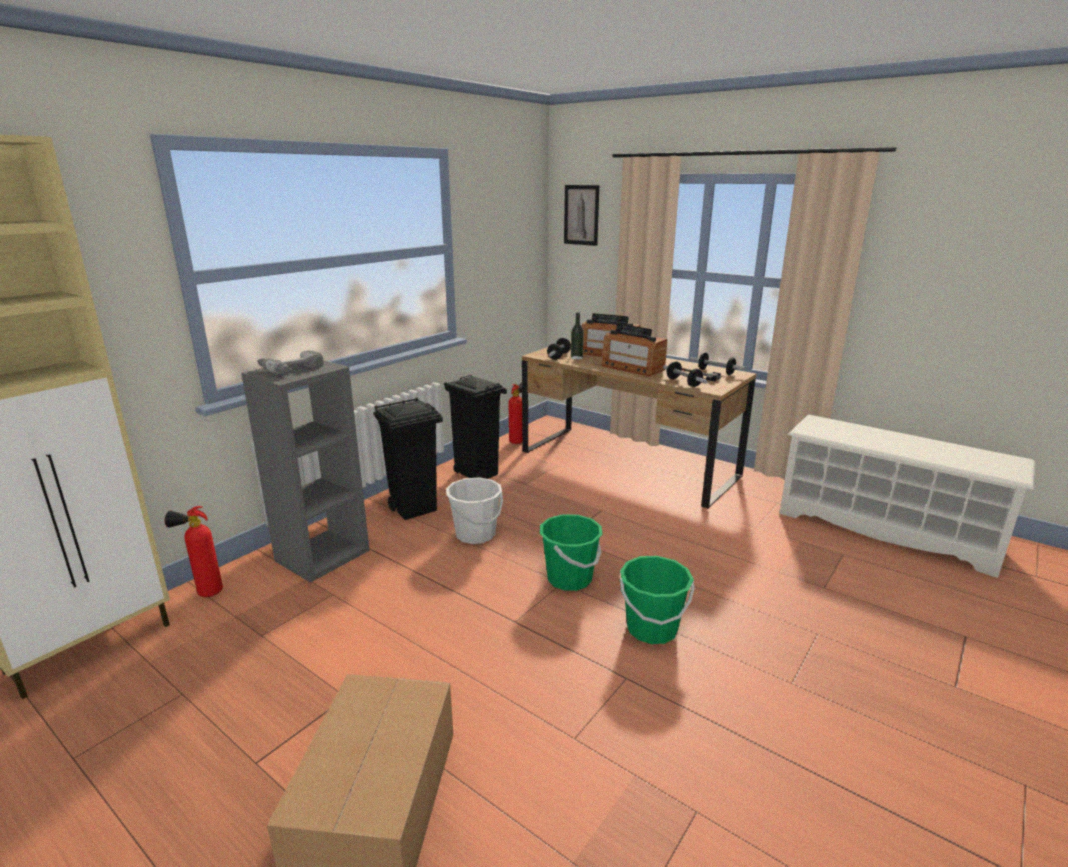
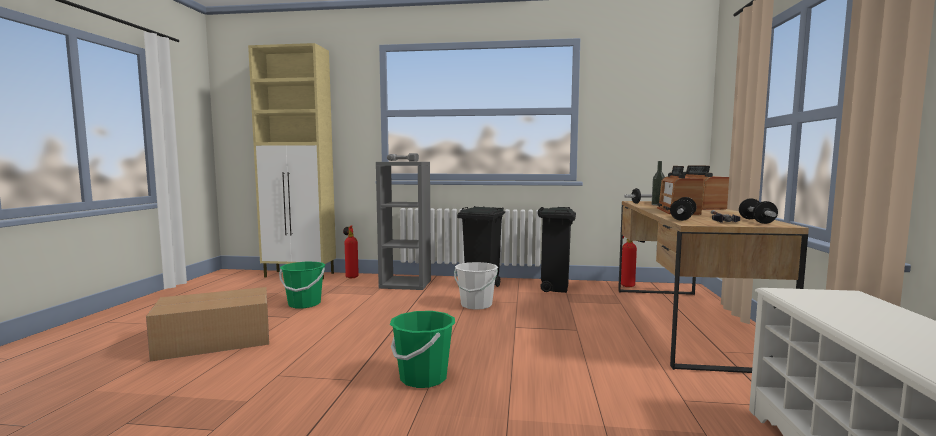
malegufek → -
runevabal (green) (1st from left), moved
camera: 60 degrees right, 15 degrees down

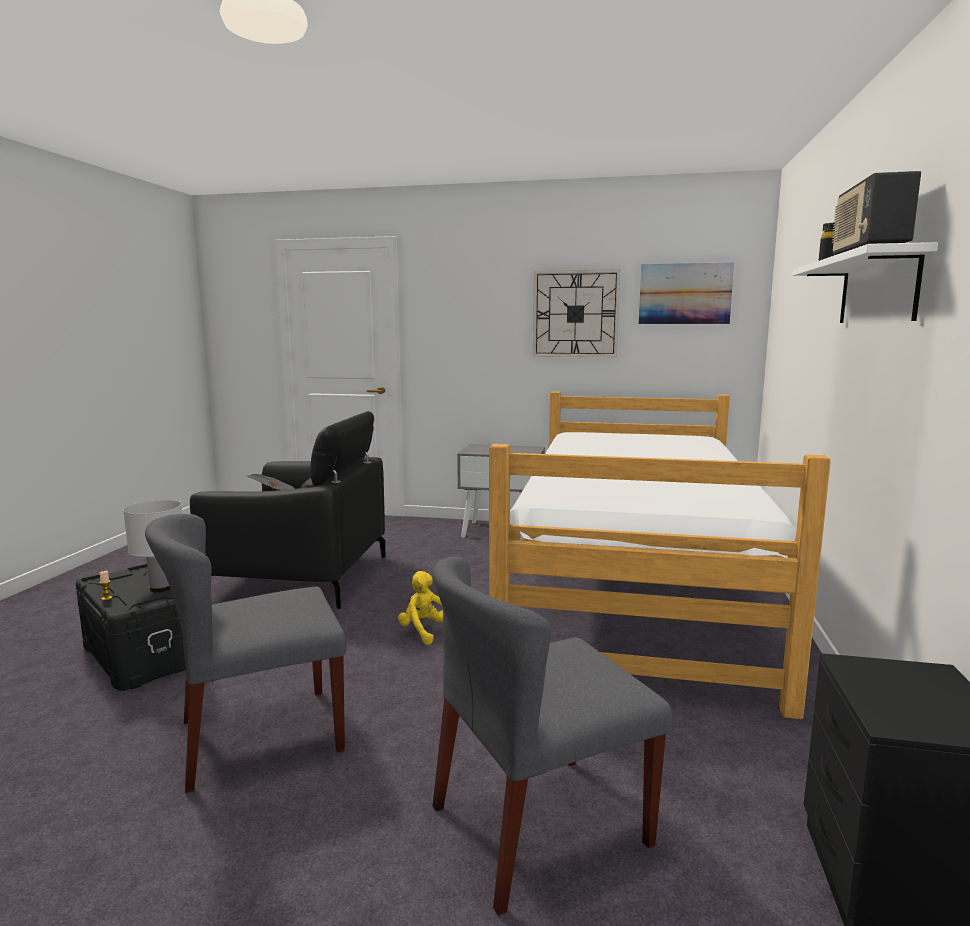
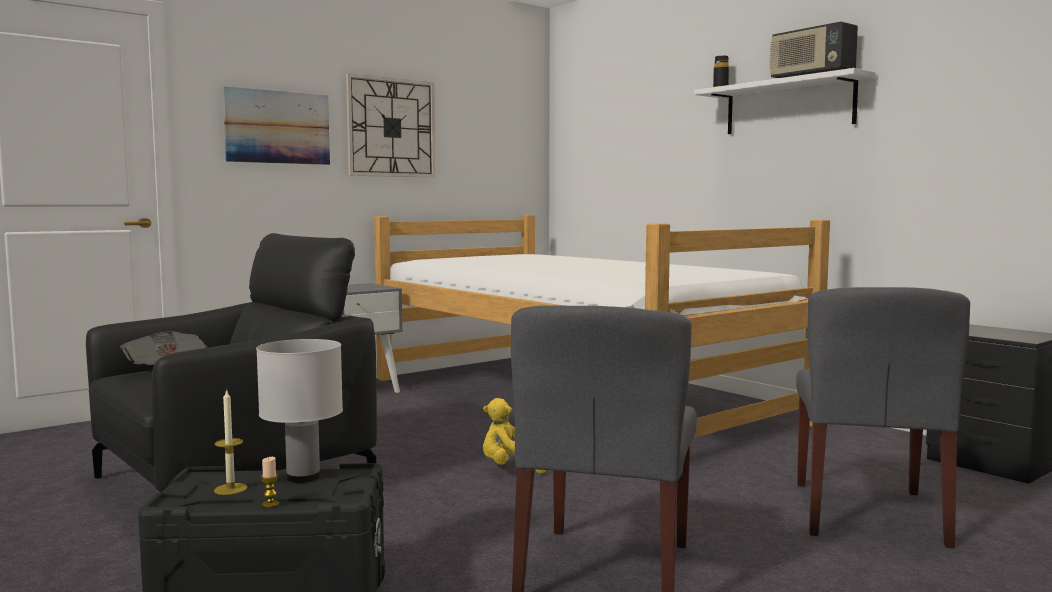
malegufek, moved
- → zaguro (1st from left)
camera: 50 degrees left, 5 degrees down

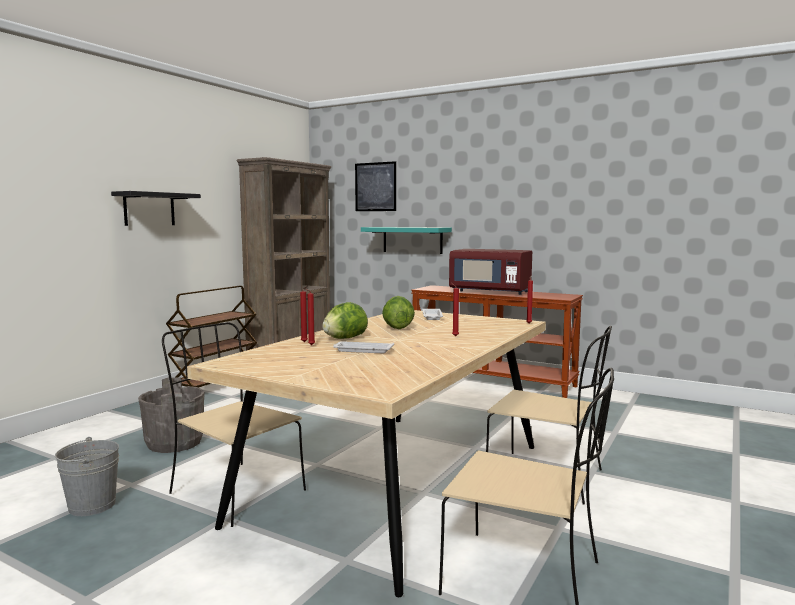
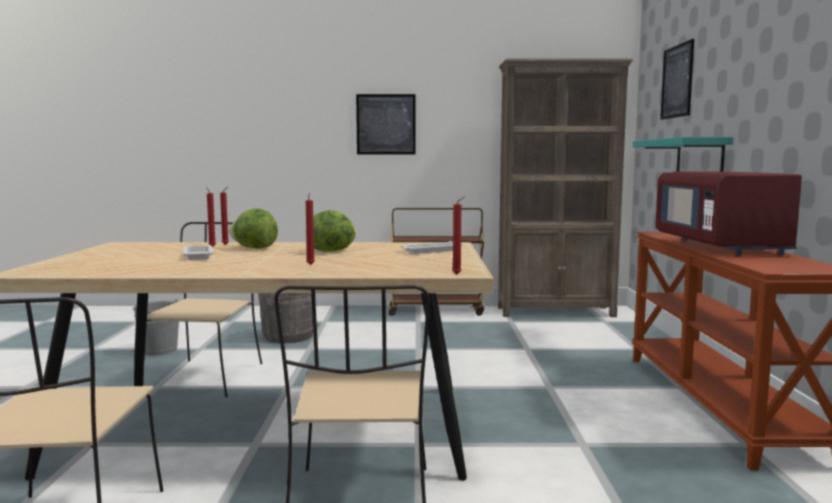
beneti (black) → malegufek (1st from left)
camera: 60 degrees right, 0 degrees up

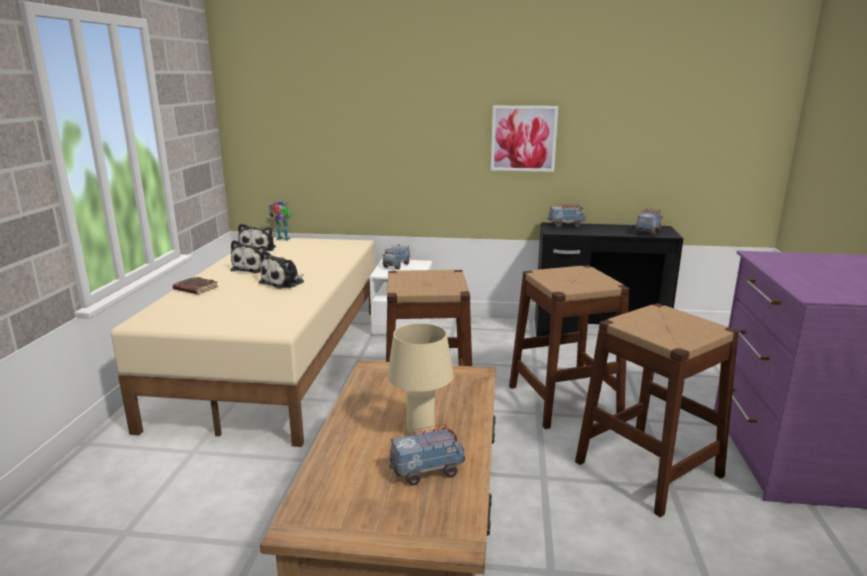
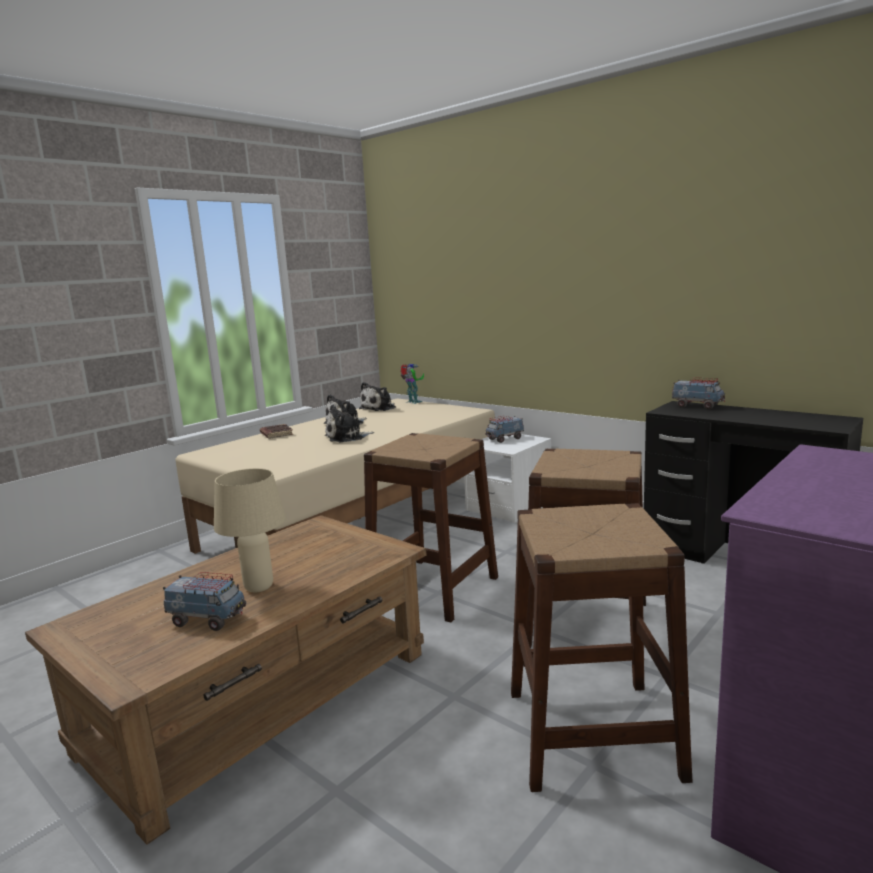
malegufek → -
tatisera (4th from left) → -
camera: 35 degrees right, 5 degrees down

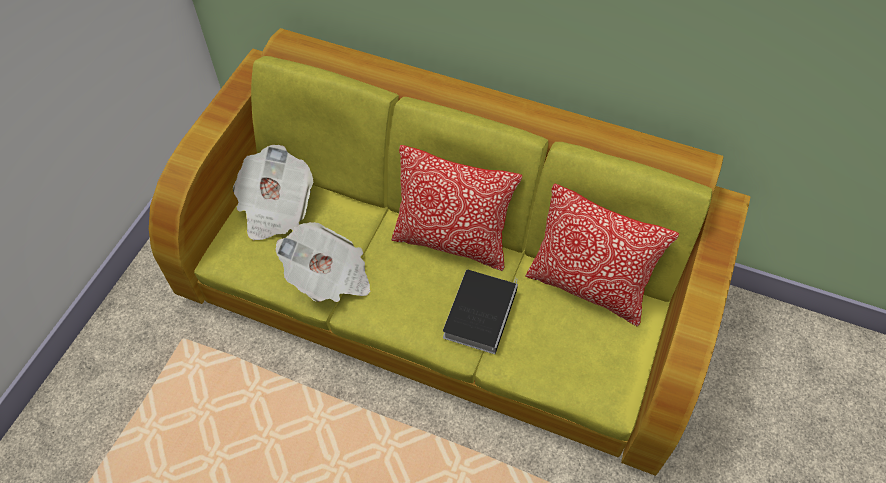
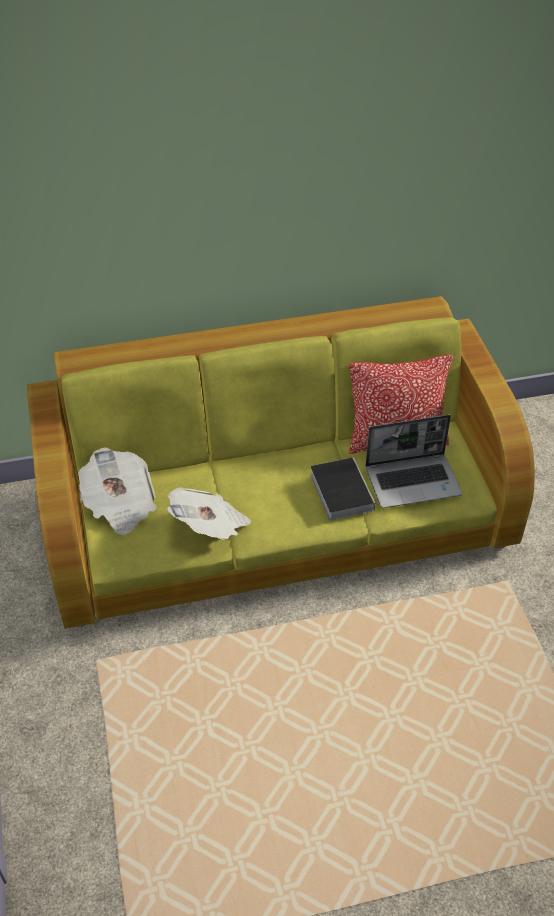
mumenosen (1st from left) → -
- → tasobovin
camera: 35 degrees left, 10 degrees down

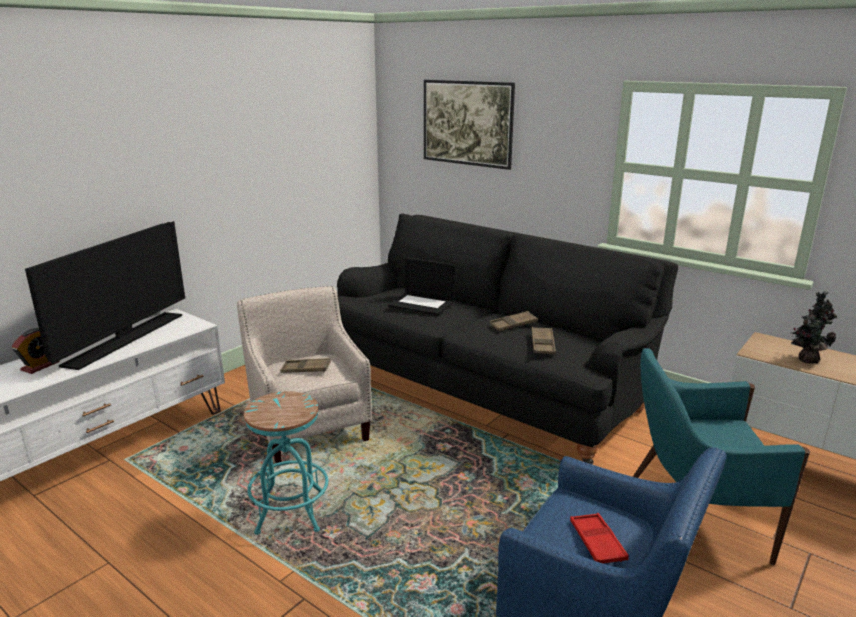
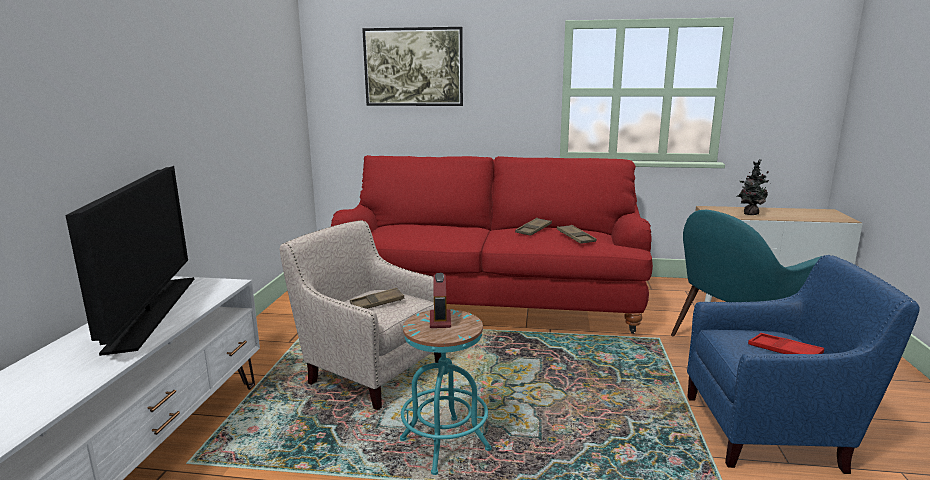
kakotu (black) → kakotu (red)
tasobovin → -
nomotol, moved
camera: 30 degrees left, 5 degrees down

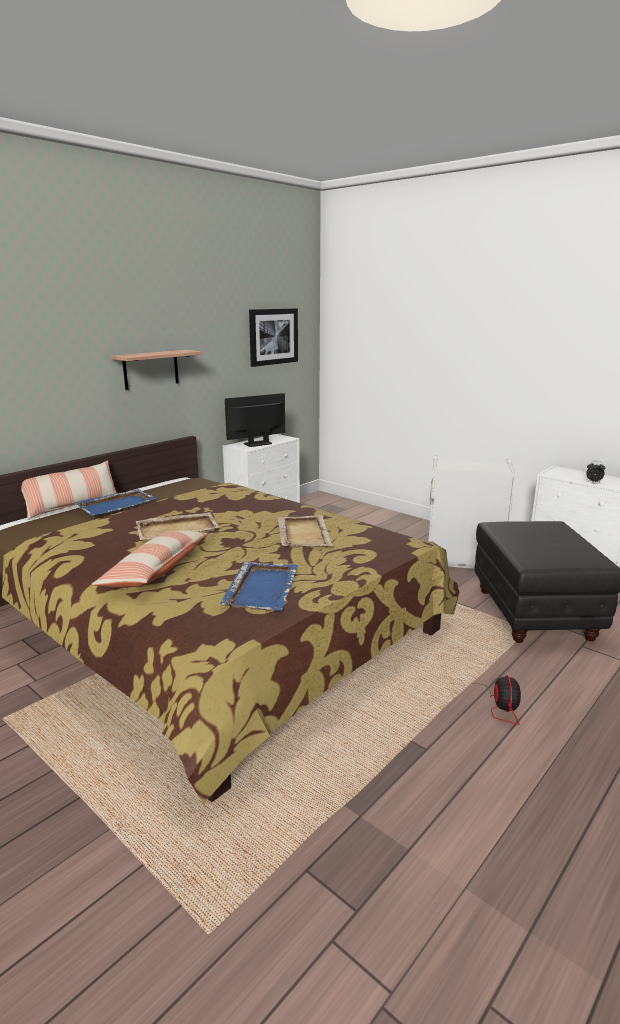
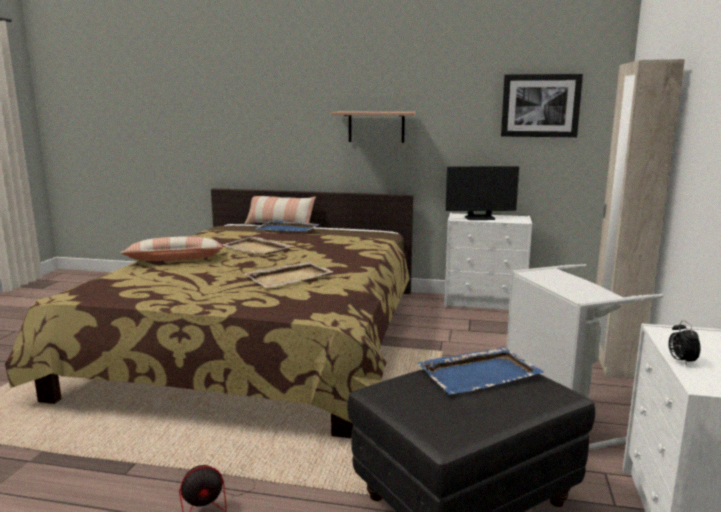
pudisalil, 150 degrees clockwise
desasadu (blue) (2nd from left), moved
- → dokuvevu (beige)
camera: 60 degrees right, 5 degrees down

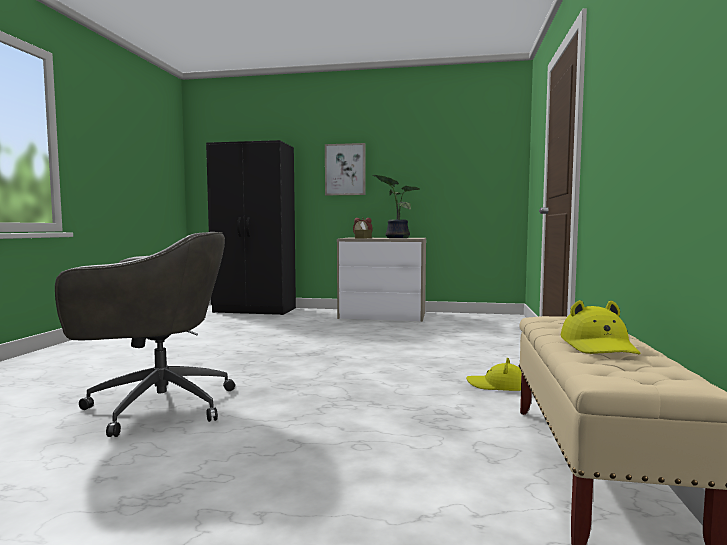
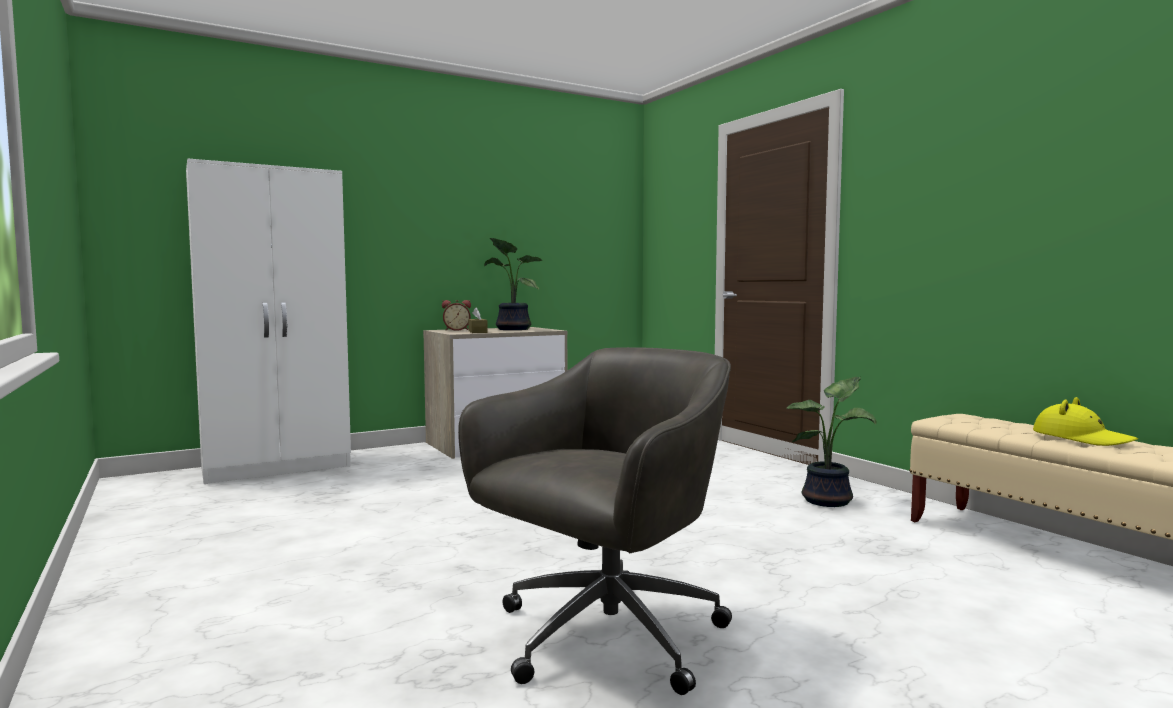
dokuvevu (black) → dokuvevu (white)
malegufek → -
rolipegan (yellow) (1st from left) → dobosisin (2nd from left)
camera: 40 degrees left, 0 degrees up

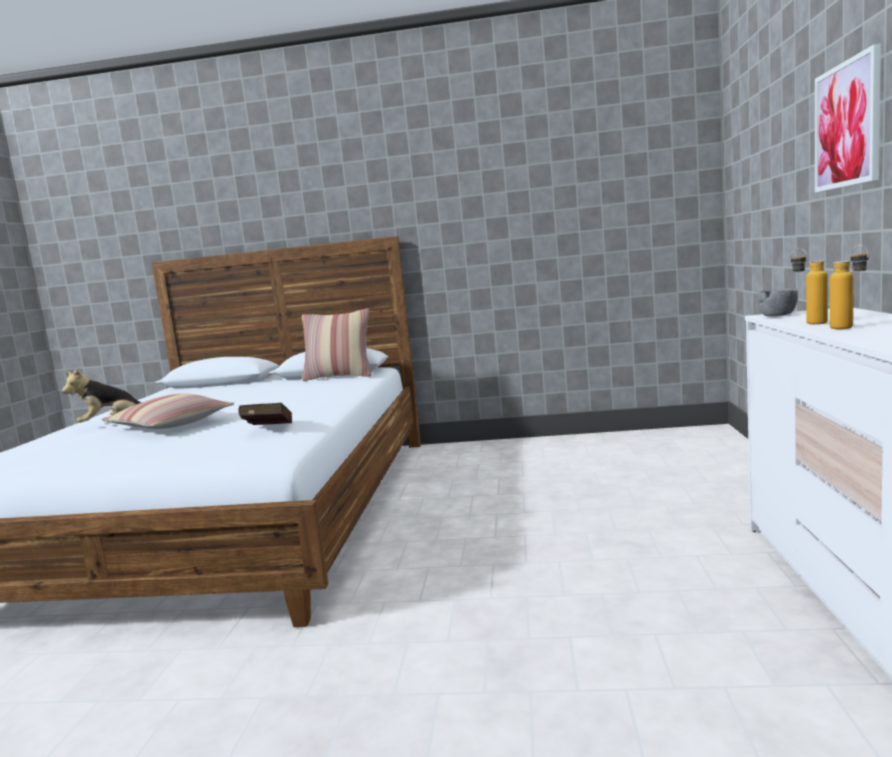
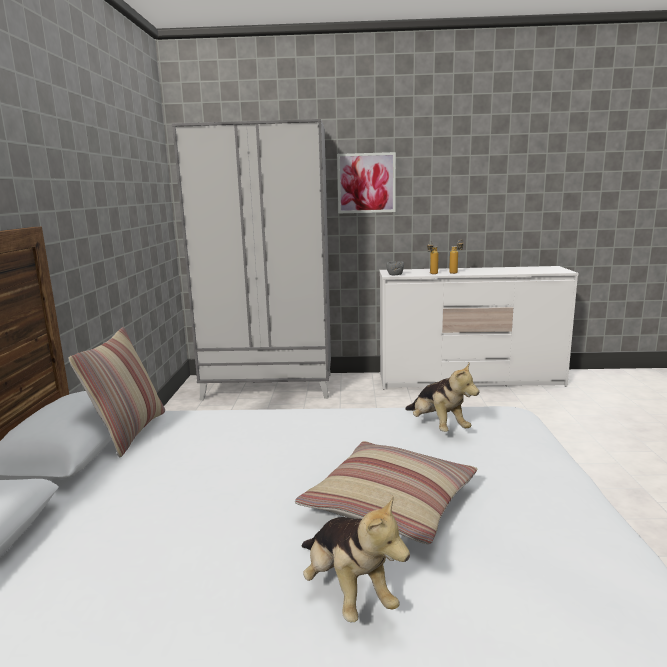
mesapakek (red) → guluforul (2nd from left)
- → dokuvevu (grey)
camera: 95 degrees left, 5 degrees up

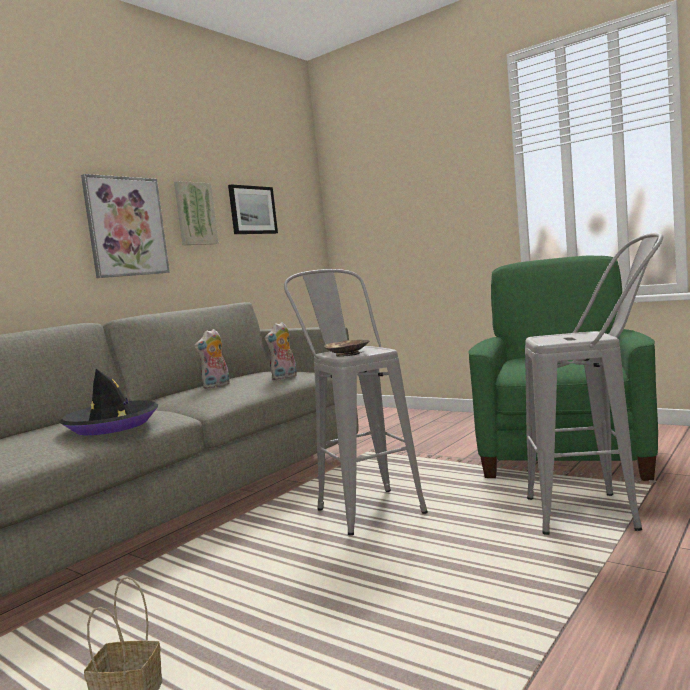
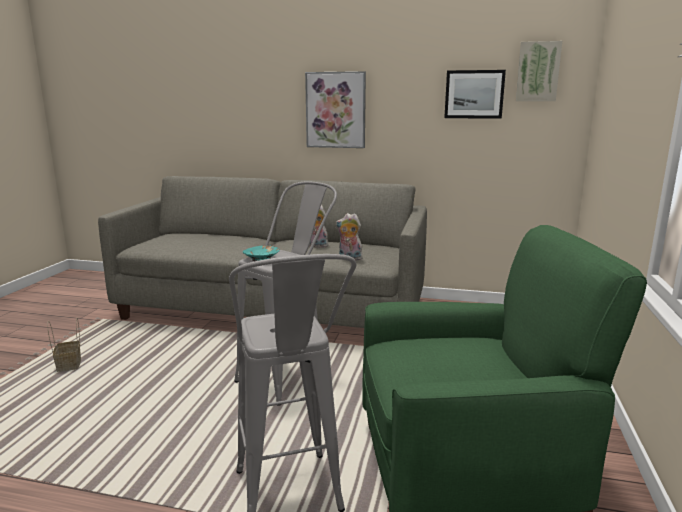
malegufek (2nd from left in the first image) → malegufek (3rd from left), moved
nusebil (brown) → nusebil (turquoise)
rolipegan (black) → -
camera: 65 degrees right, 10 degrees up

